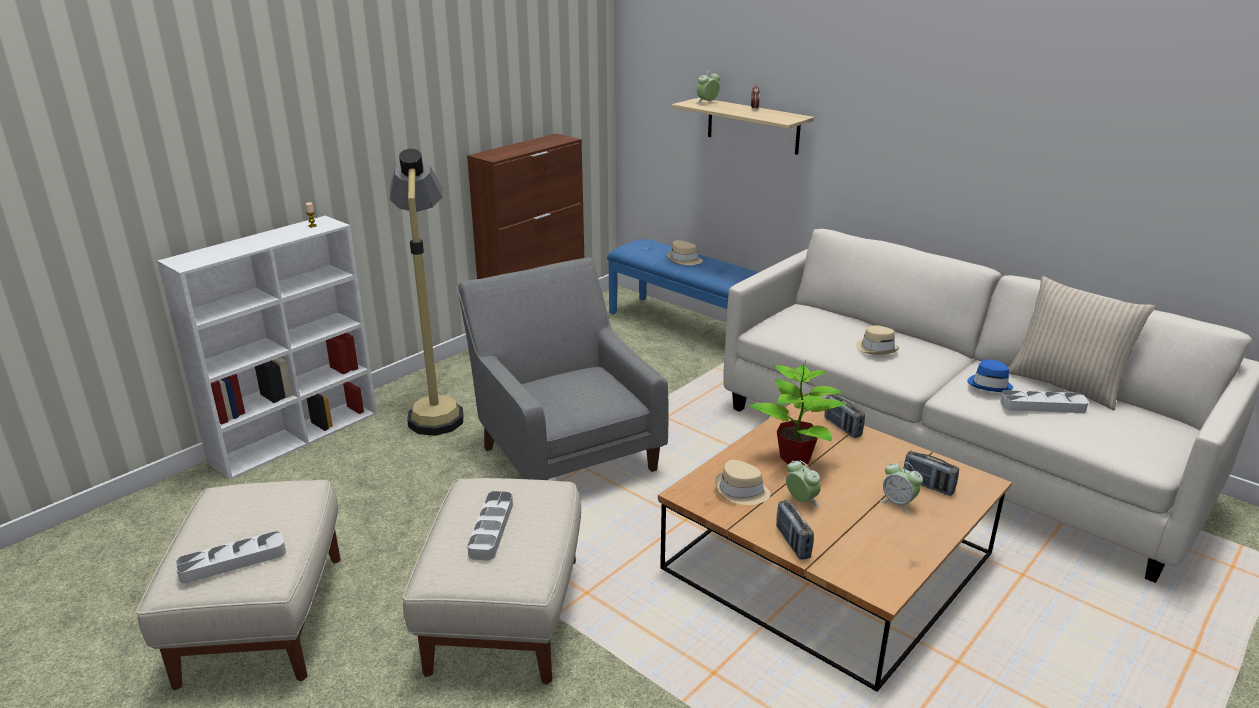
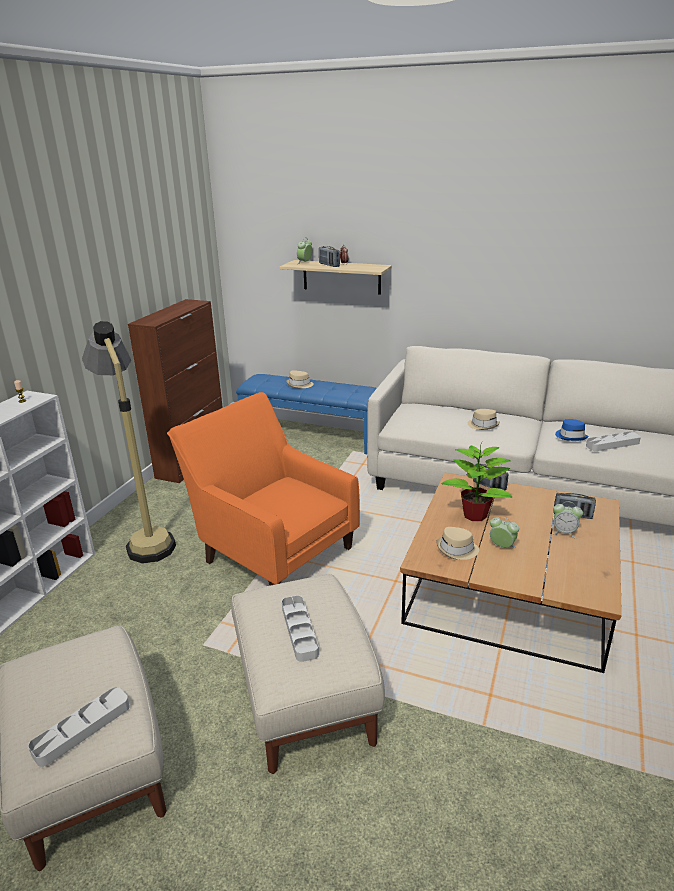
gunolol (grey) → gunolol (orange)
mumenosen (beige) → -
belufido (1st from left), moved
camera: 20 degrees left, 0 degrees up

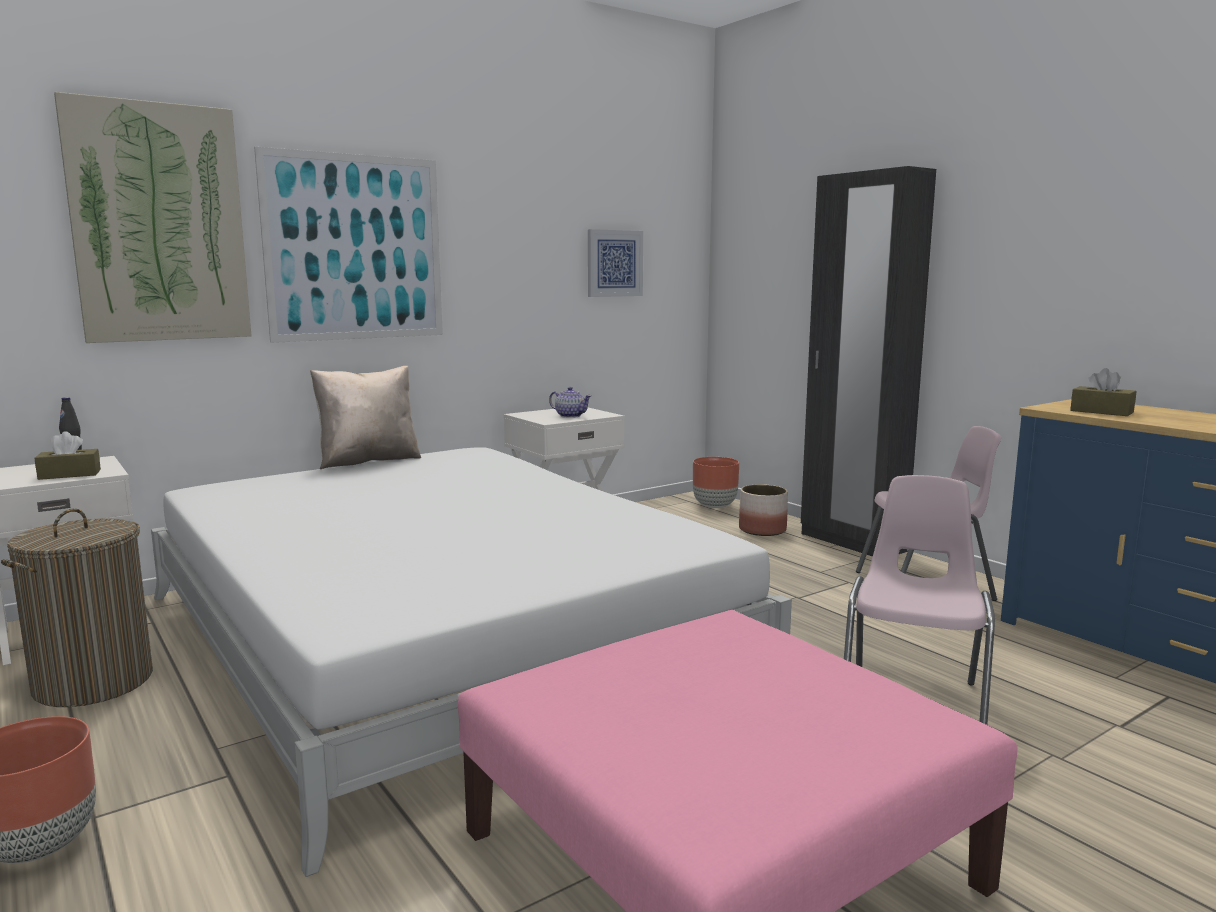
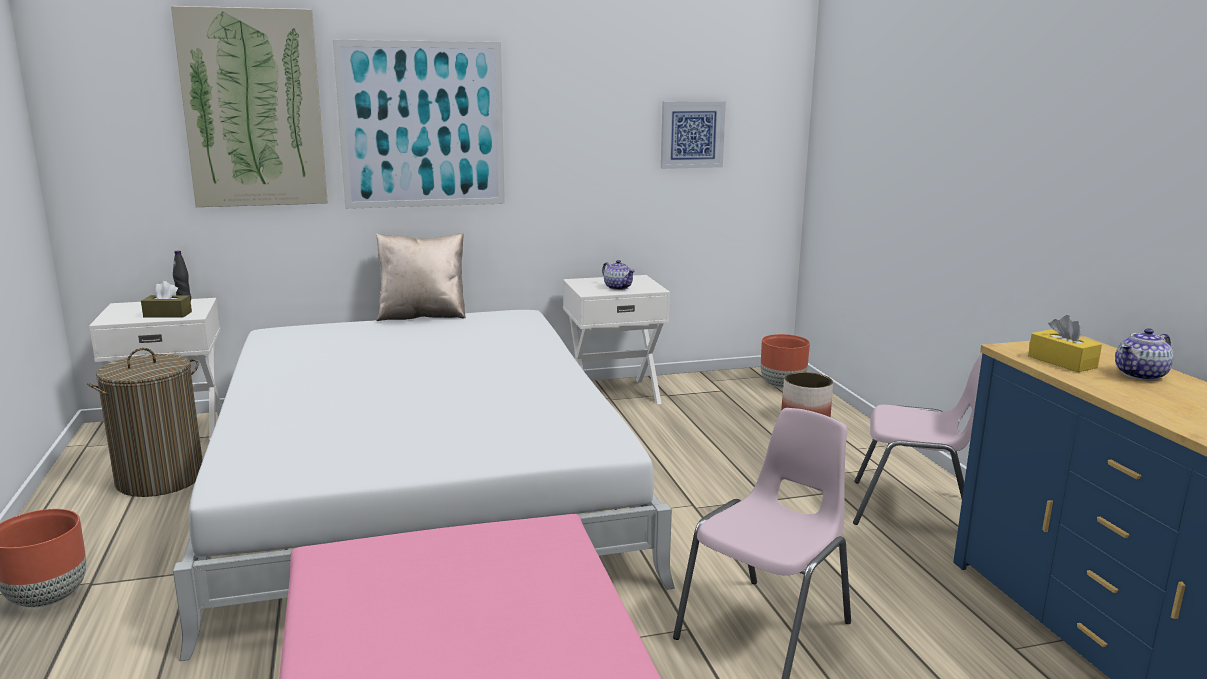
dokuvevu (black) → -
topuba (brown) (2nd from left) → topuba (yellow)
- → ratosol (2nd from left)
camera: 20 degrees right, 5 degrees up

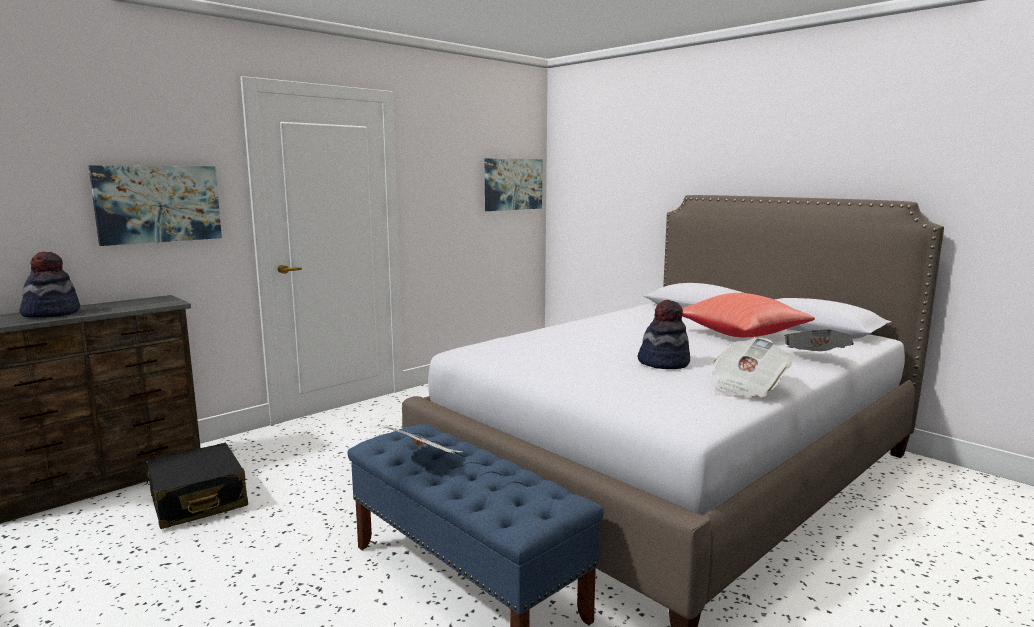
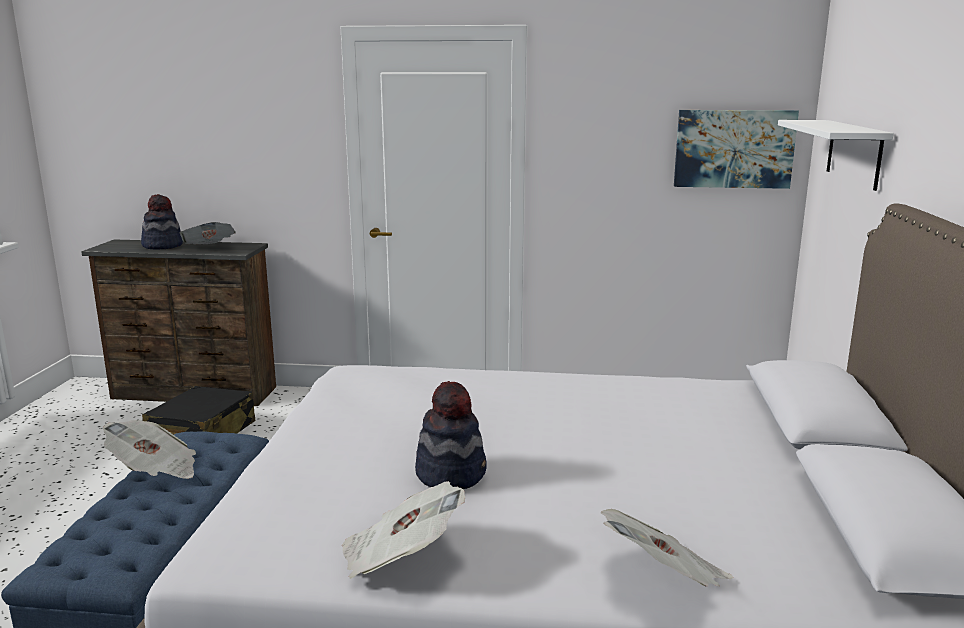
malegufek (1st from left) → -
mumenosen (red) → -
- → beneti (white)
- → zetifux (2nd from left)
camera: 50 degrees right, 5 degrees up

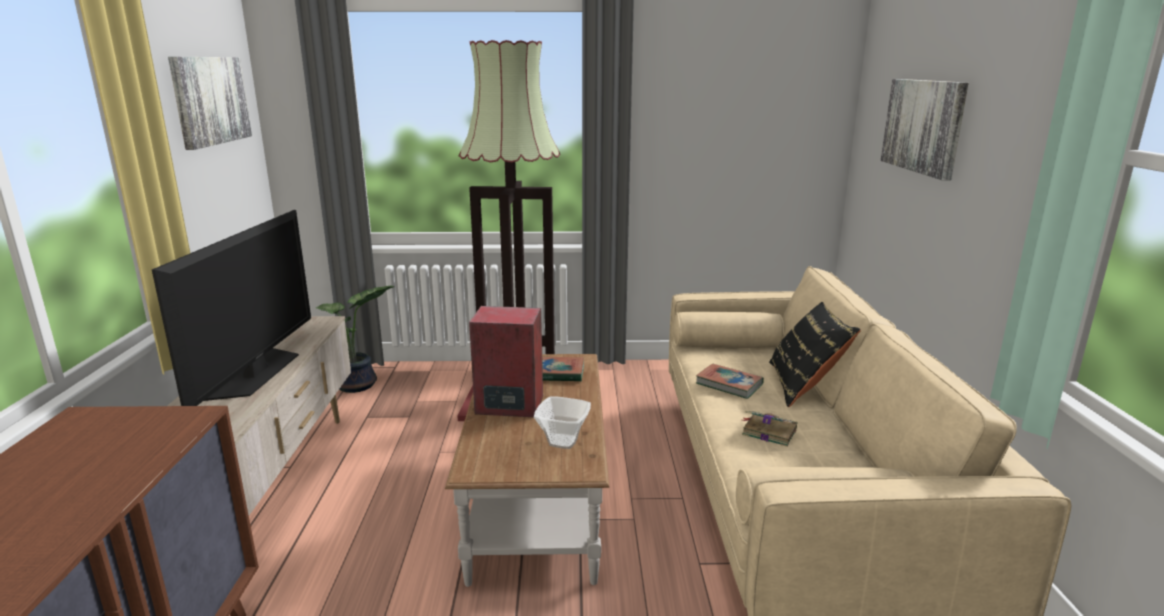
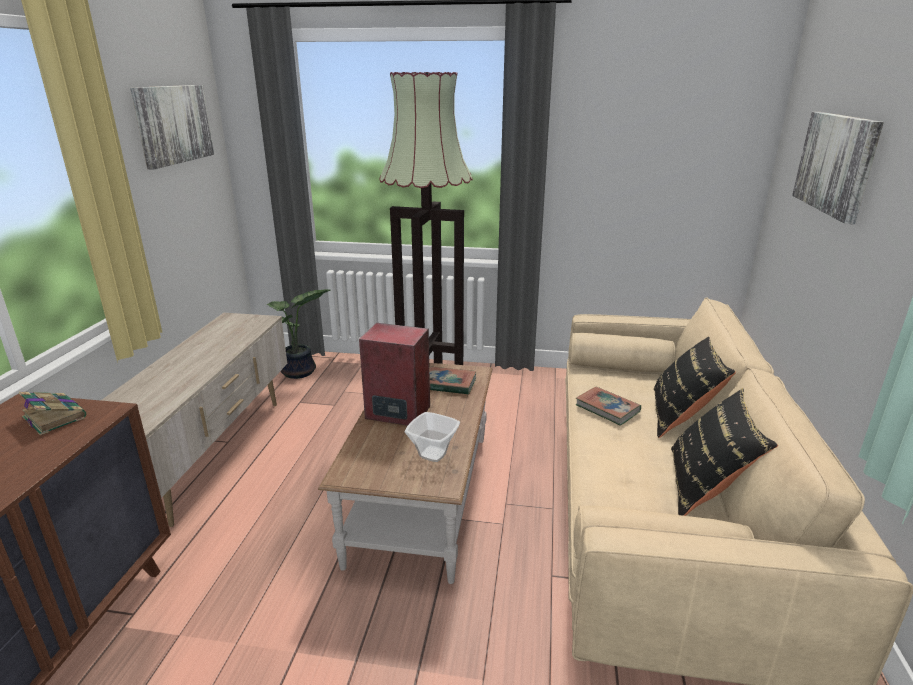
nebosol → -
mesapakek (3rd from left in the first image) → mesapakek (1st from left), moved
- → mumenosen (black) (2nd from left)
camera: 10 degrees right, 5 degrees up

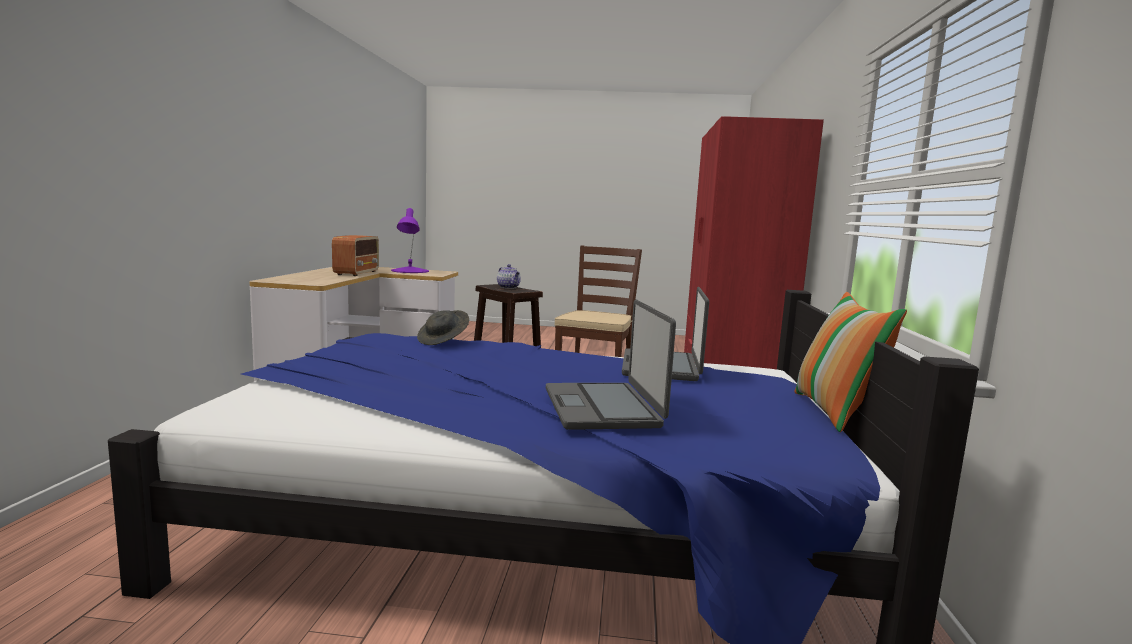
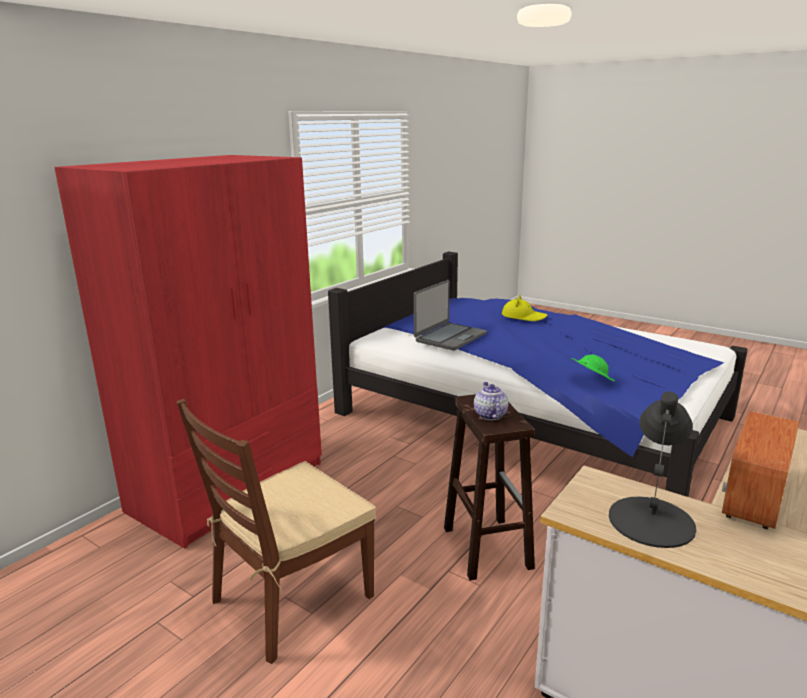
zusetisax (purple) → zusetisax (black)
mumenosen → -
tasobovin (1st from left) → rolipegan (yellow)
rolipegan (grey) → rolipegan (green)
camera: 150 degrees left, 10 degrees up

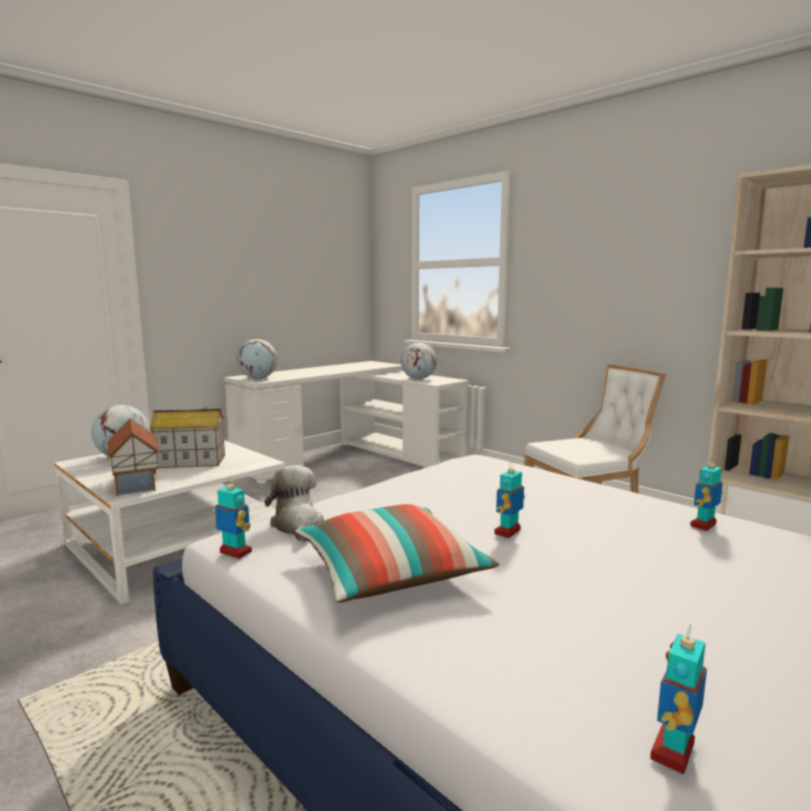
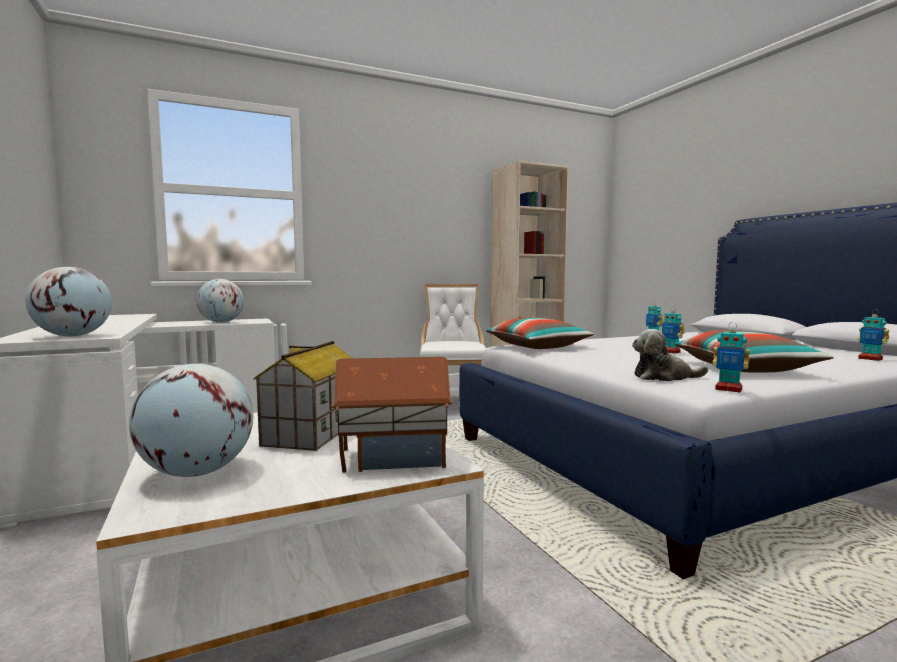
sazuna (1st from left in the first image) → sazuna (3rd from left), 105 degrees counterclockwise
- → mumenosen (1st from left)
camera: 70 degrees left, 5 degrees down

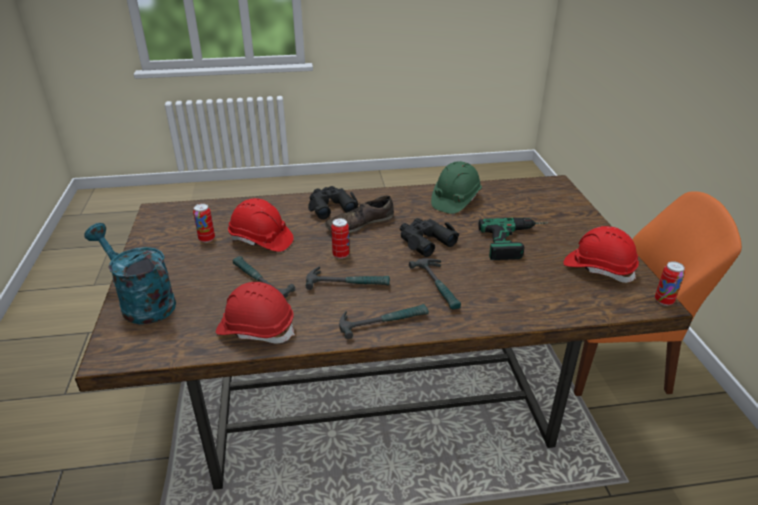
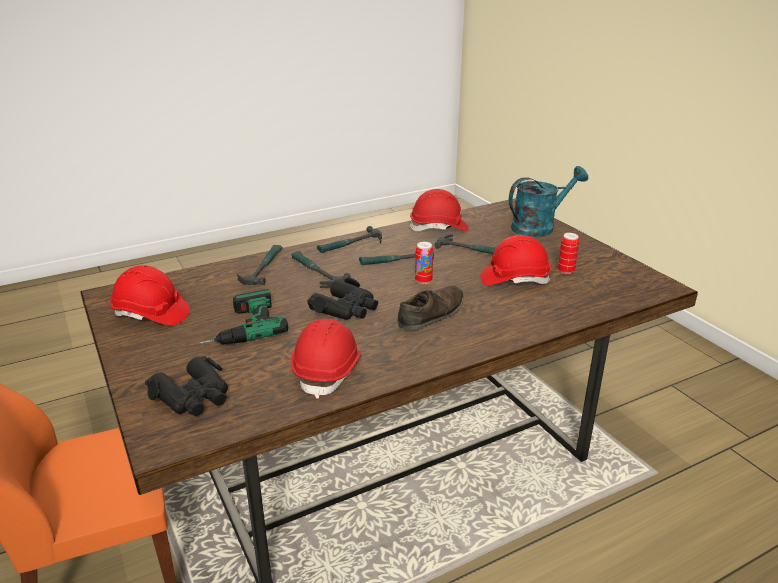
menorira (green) → menorira (red) (2nd from left)
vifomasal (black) (1st from left), moved
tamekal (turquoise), 45 degrees counterclockwise
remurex (3rd from left) → -
- → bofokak (1st from left)
camera: 160 degrees right, 5 degrees down

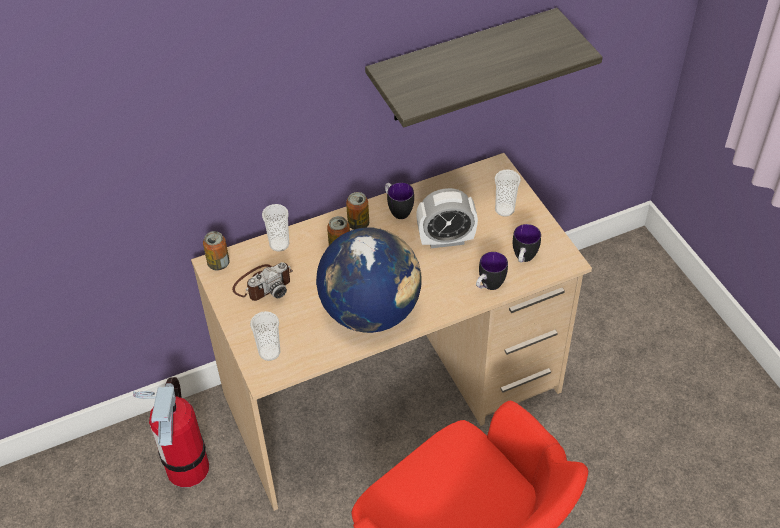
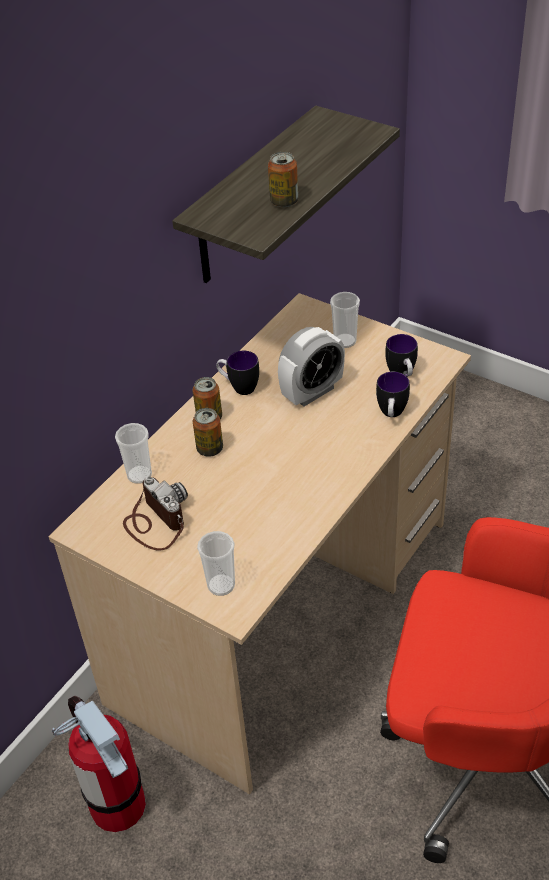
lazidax → -
remurex (1st from left in the first image) → remurex (3rd from left), moved
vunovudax, 60 degrees counterclockwise
camera: 30 degrees left, 5 degrees down

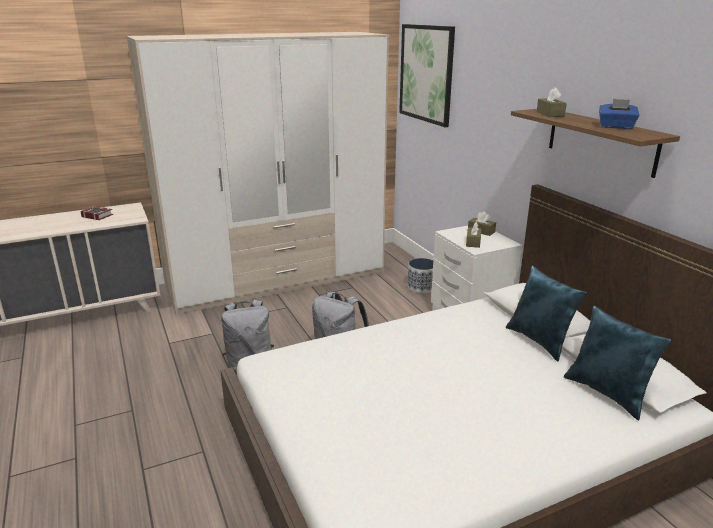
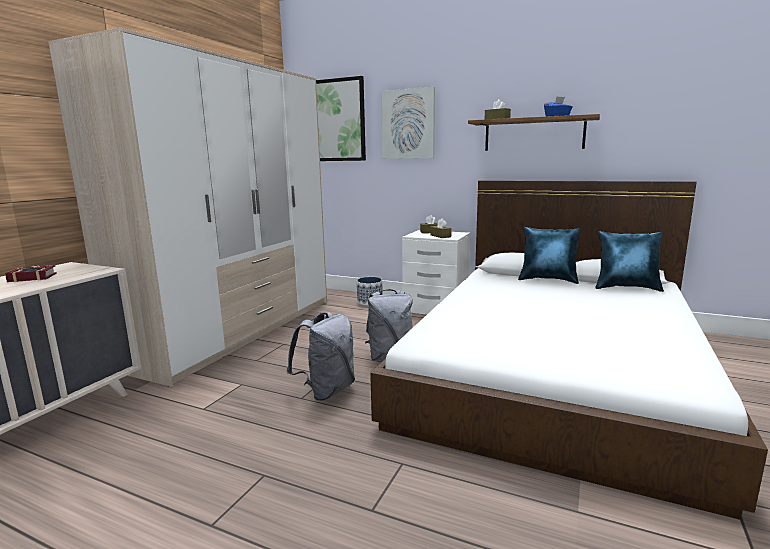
- → malegufek (2nd from left)
camera: 40 degrees left, 10 degrees down

